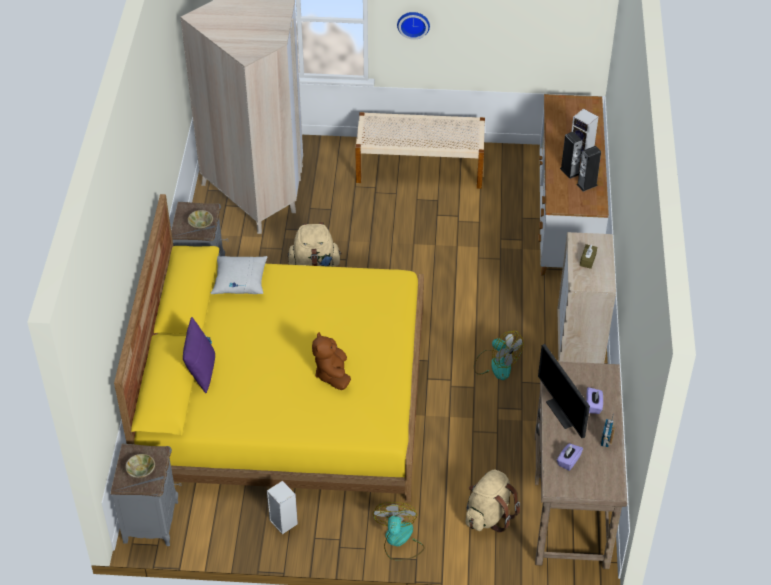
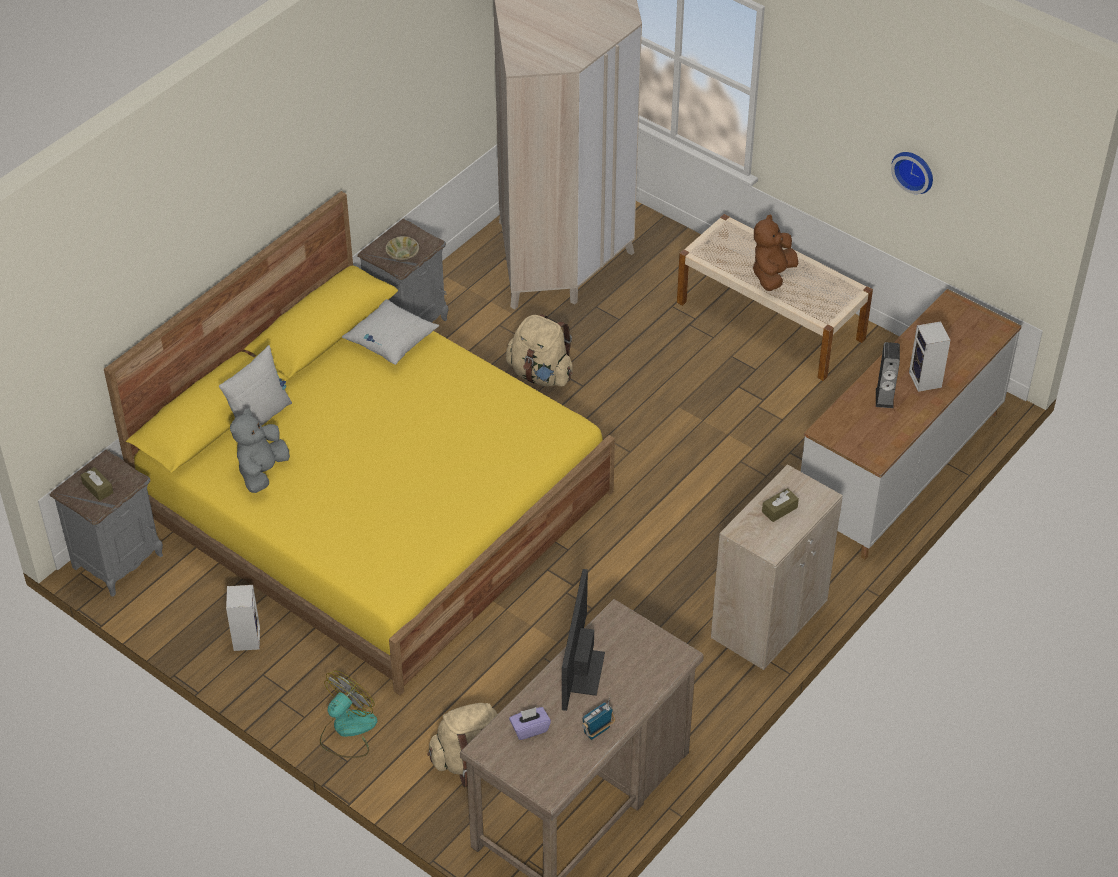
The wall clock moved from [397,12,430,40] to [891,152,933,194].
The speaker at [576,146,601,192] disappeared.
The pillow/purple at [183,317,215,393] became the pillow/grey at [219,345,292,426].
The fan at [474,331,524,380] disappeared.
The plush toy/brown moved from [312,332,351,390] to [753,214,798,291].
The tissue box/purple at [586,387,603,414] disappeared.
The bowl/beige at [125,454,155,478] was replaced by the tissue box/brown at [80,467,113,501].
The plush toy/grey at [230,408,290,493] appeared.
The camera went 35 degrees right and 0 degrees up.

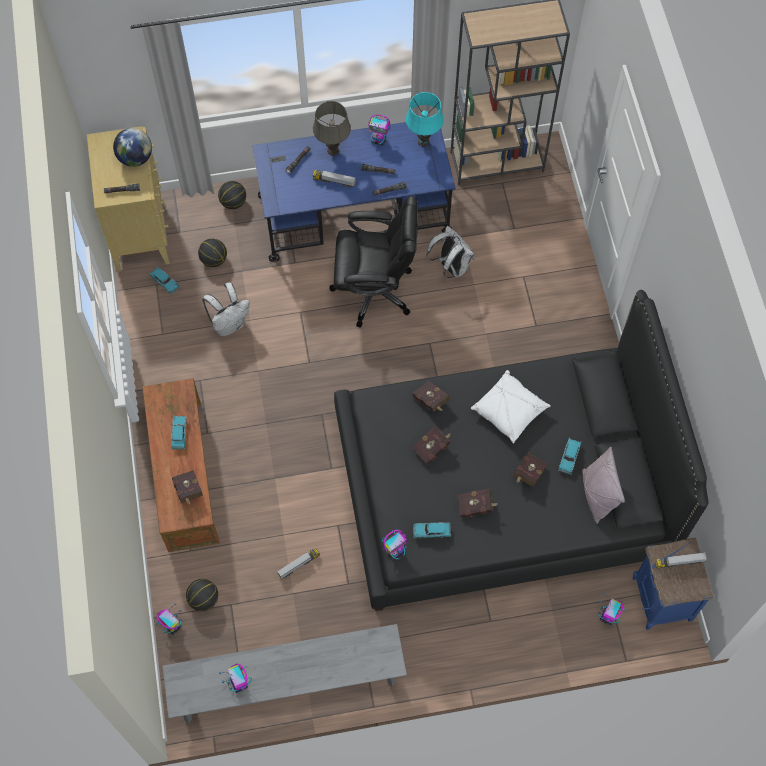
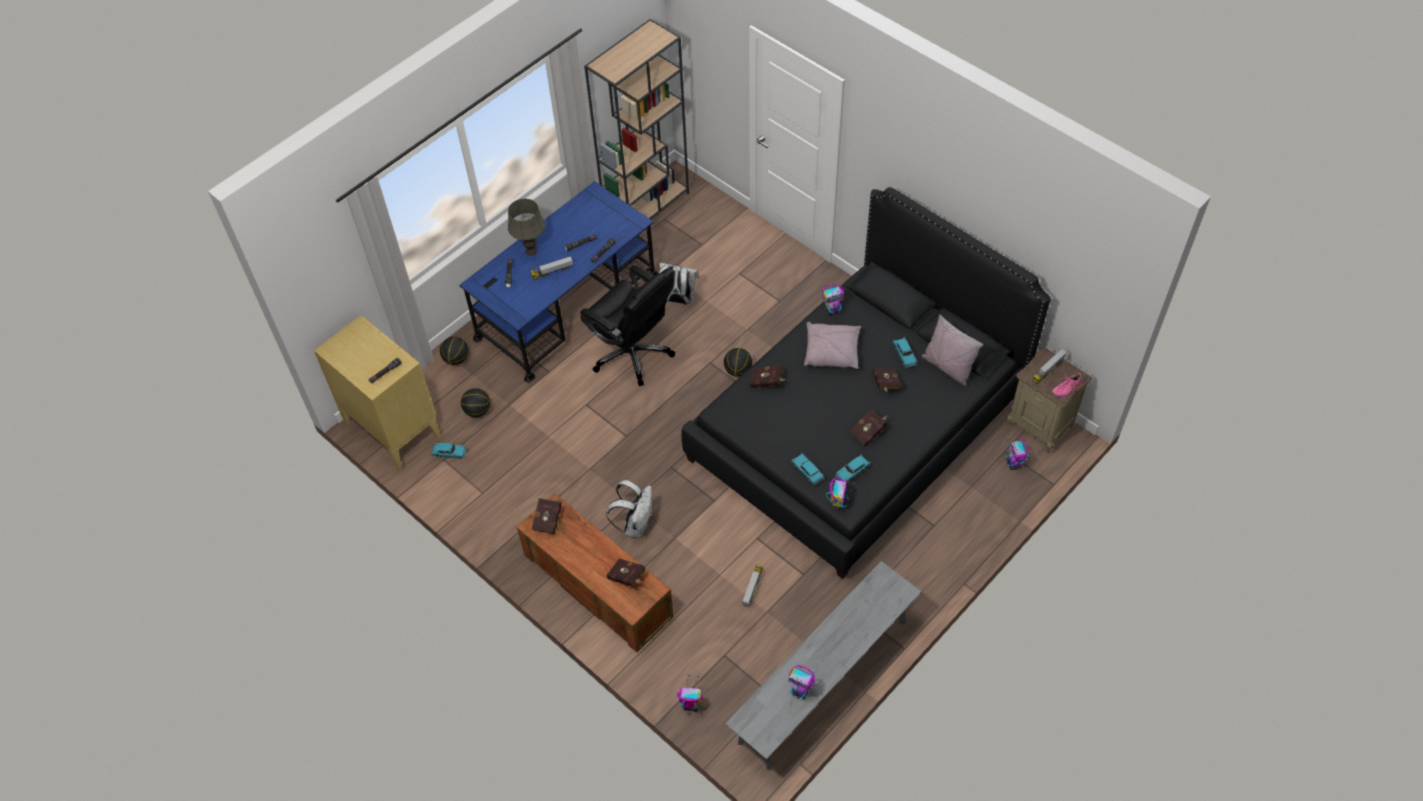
The table lamp/turquoise at [406,92,444,147] disappeared.
The toy robot moved from [368,115,391,146] to [822,283,844,315].
The globe at [113,128,152,167] disappeared.
The office chair/black at [329,196,418,327] turned 75 degrees clockwise.
The backpack/white moved from [202,282,250,336] to [606,480,652,538].
The pillow/white at [471,370,551,444] became the pillow/purple at [804,322,862,369].
The toy car/turquoise moved from [171,416,187,449] to [791,453,824,485].
The book/red moved from [412,426,451,464] to [532,496,561,534].
The nightstand/blue at [633,537,714,630] became the nightstand/beige at [1006,347,1093,454].
The basketball moved from [186,579,218,611] to [724,348,752,377].
The shoe/pink at [1051,373,1082,398] appeared.
The camera went 35 degrees left and 10 degrees down.

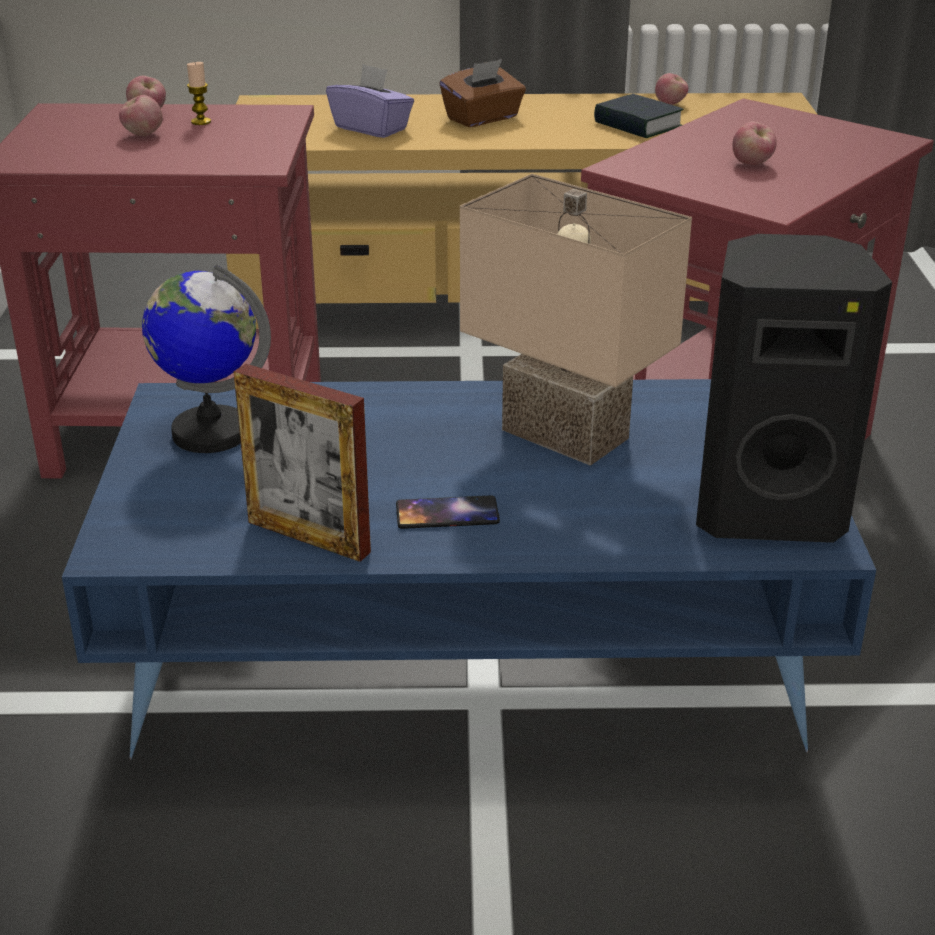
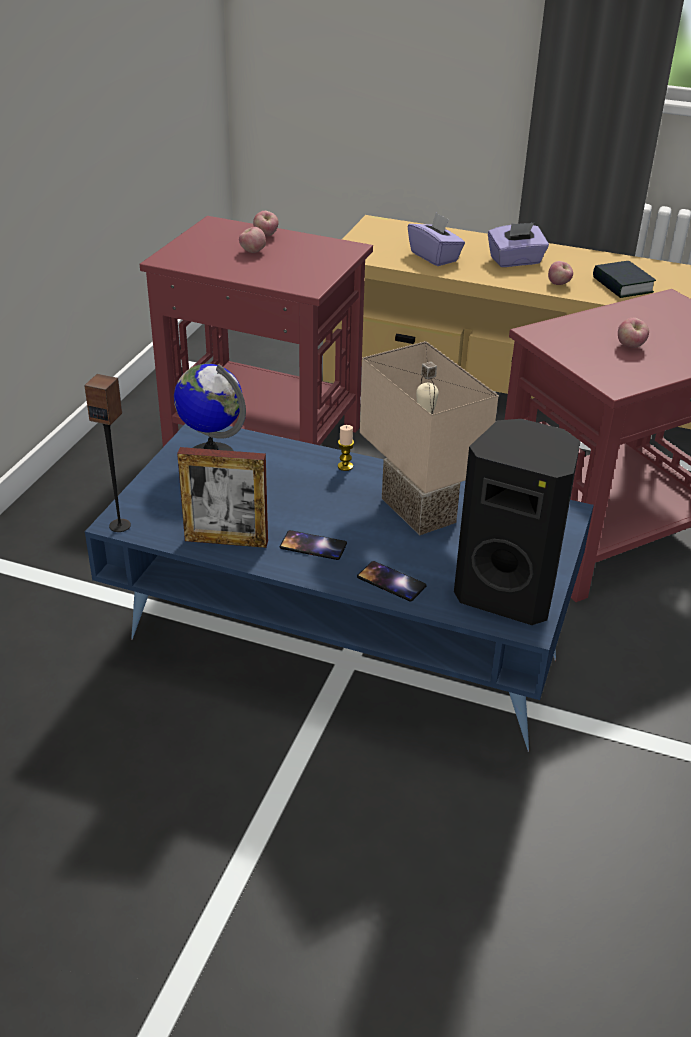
The tissue box/brown at [439,59,526,127] became the tissue box/purple at [488,223,549,267].
The candle moved from [187,62,211,125] to [338,425,354,471].
The apple moved from [655,73,688,105] to [548,261,573,285].
The picture frame at [233,364,371,562] turned 45 degrees counterclockwise.
The speaker at [84,374,131,532] appeared.
The phone at [357,561,427,601] appeared.
The camera went 20 degrees right and 5 degrees up.

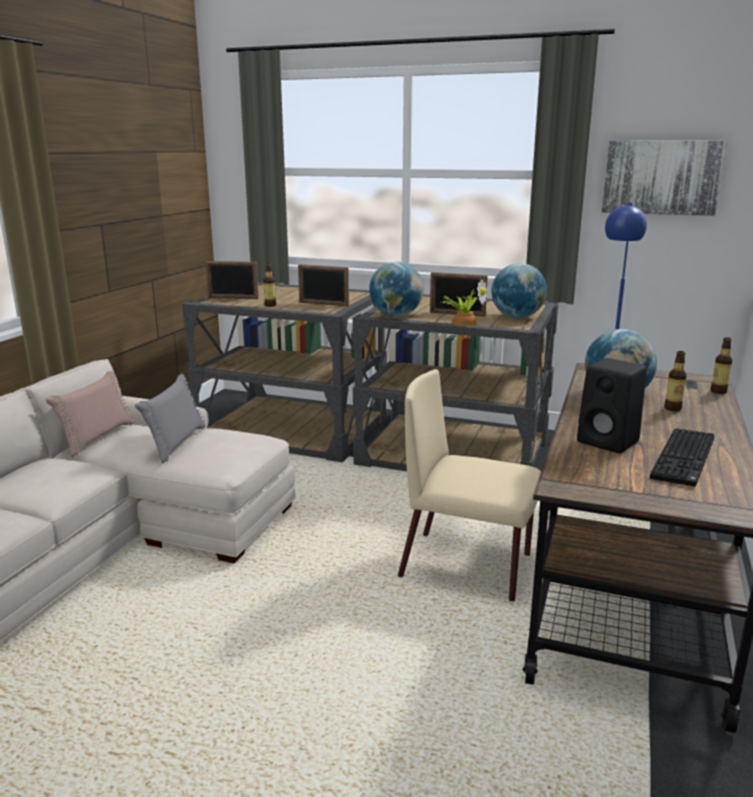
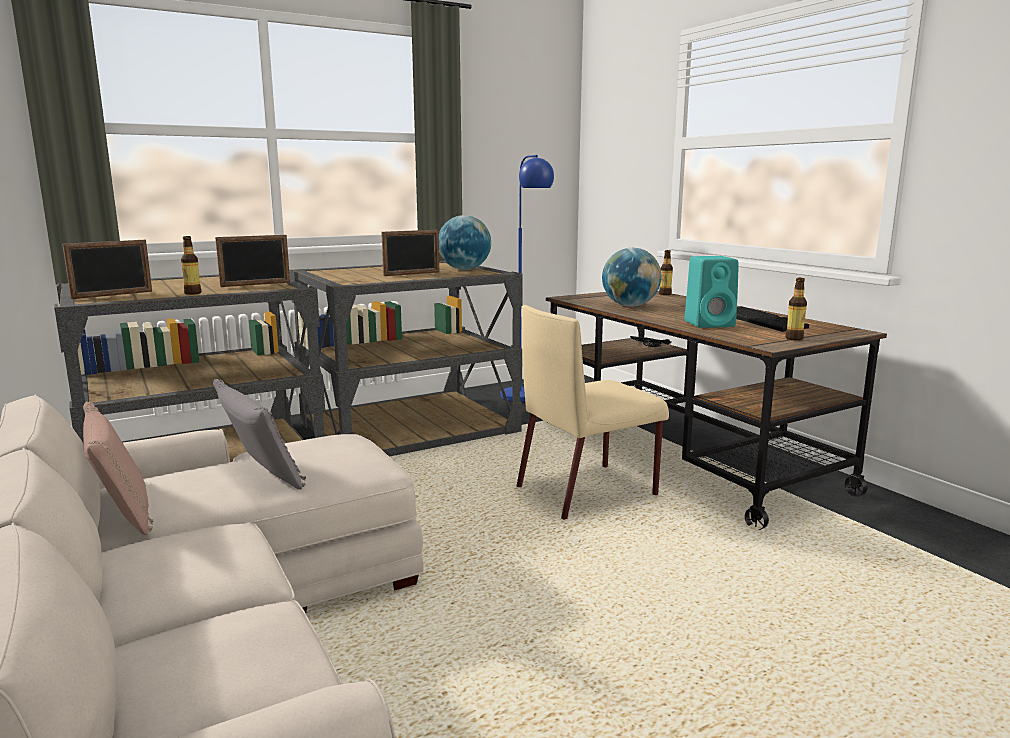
The picture at [602,141,727,216] disappeared.
The globe at [369,262,424,317] disappeared.
The potted plant at [440,279,487,326] disappeared.
The bottle moved from [664,351,687,411] to [785,278,807,341].
The speaker/black at [577,358,647,453] became the speaker/turquoise at [685,256,739,328].
The camera went 50 degrees left and 5 degrees down.

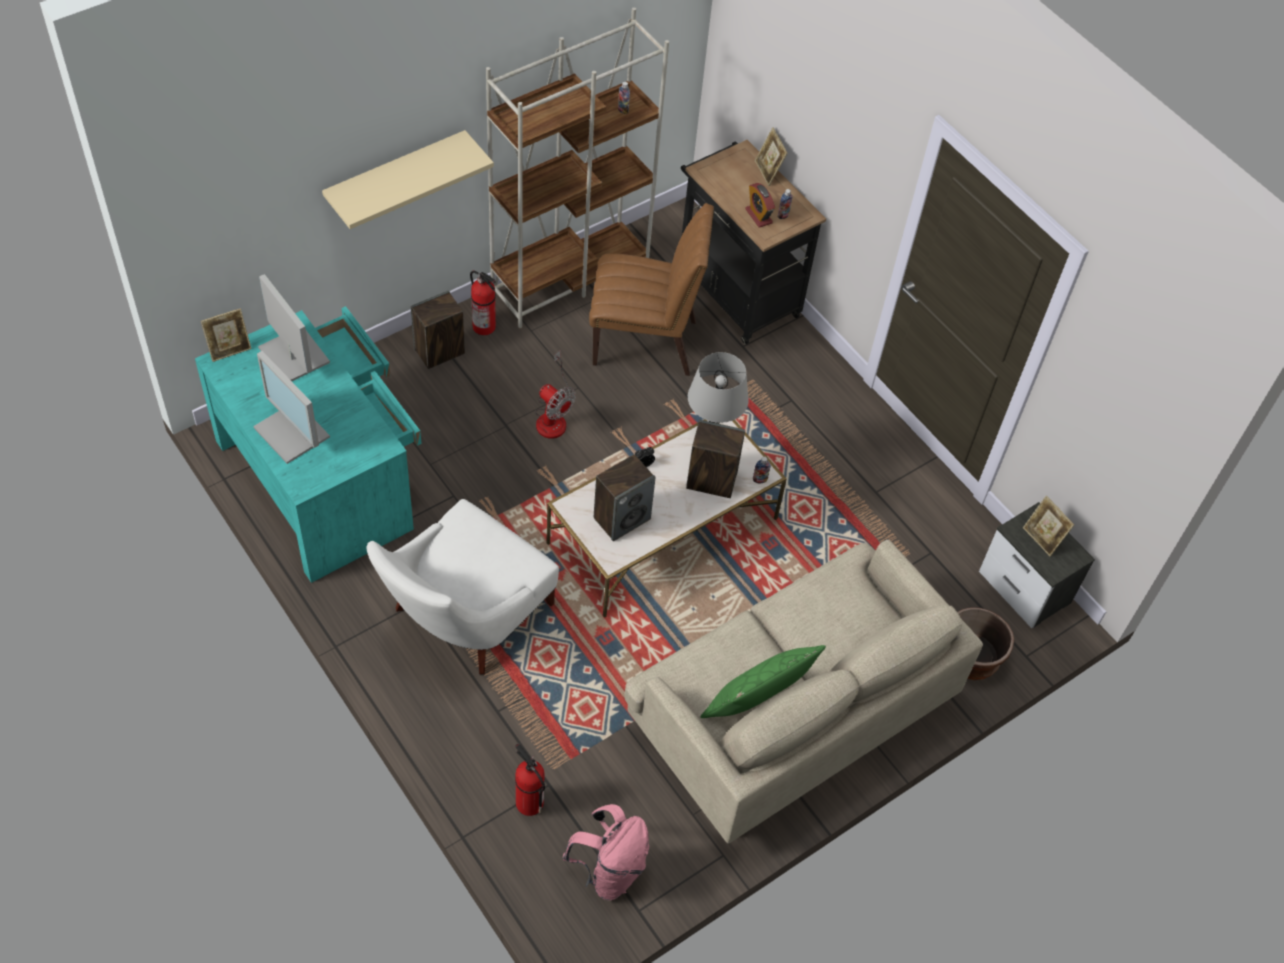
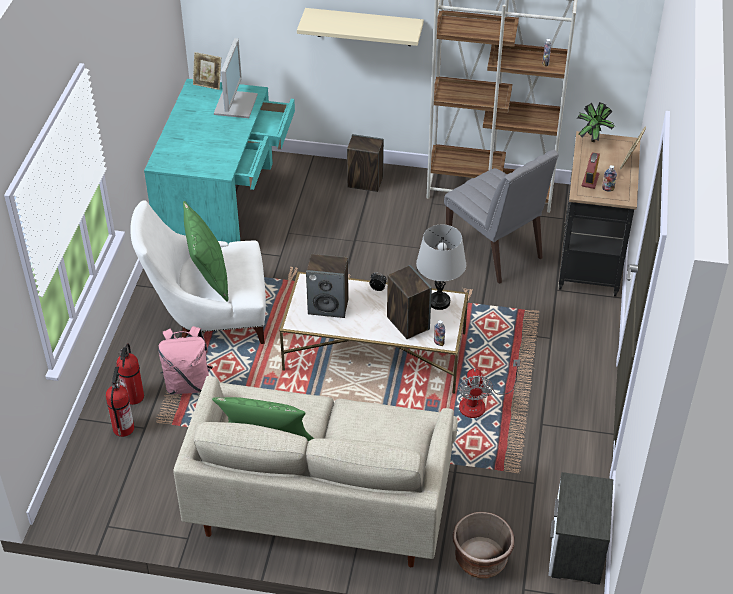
The chair/brown at [589,203,714,376] became the chair/grey at [444,149,559,284].
The fire extinguisher moved from [470,270,496,335] to [116,343,144,405].
The fan moved from [535,350,576,439] to [458,359,521,418].
The monitor at [253,351,330,464] disappeared.
The picture frame at [1023,496,1074,556] disappeared.
The backpack/pink moved from [563,804,649,900] to [158,326,213,394].
The potted plant at [577,102,615,142] appeared.
The pillow/green at [183,201,228,302] appeared.
The camera went 50 degrees right and 10 degrees down.

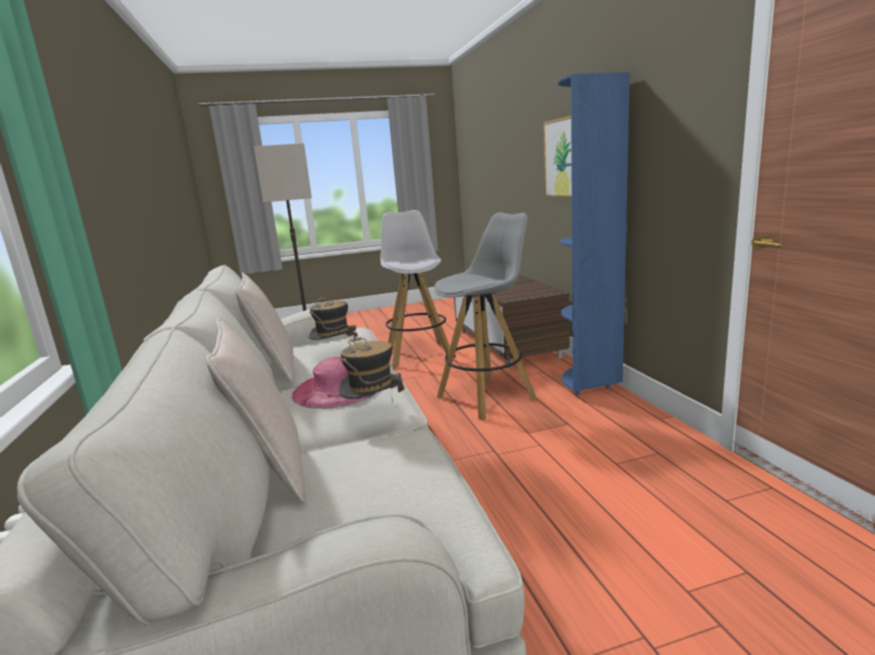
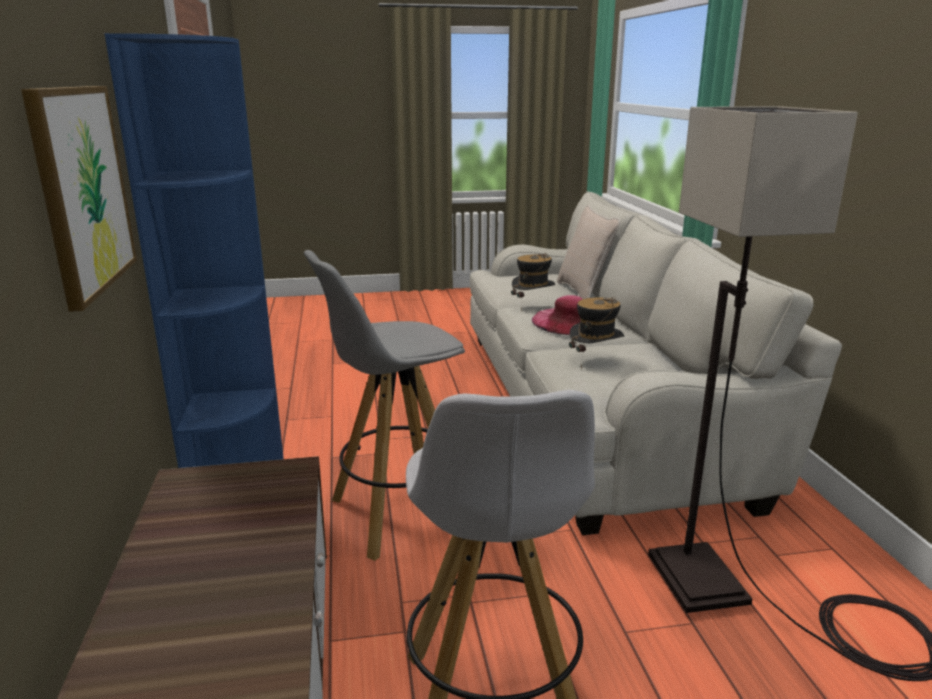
The pillow/beige at [235,273,295,383] disappeared.
The camera went 175 degrees left and 5 degrees up.

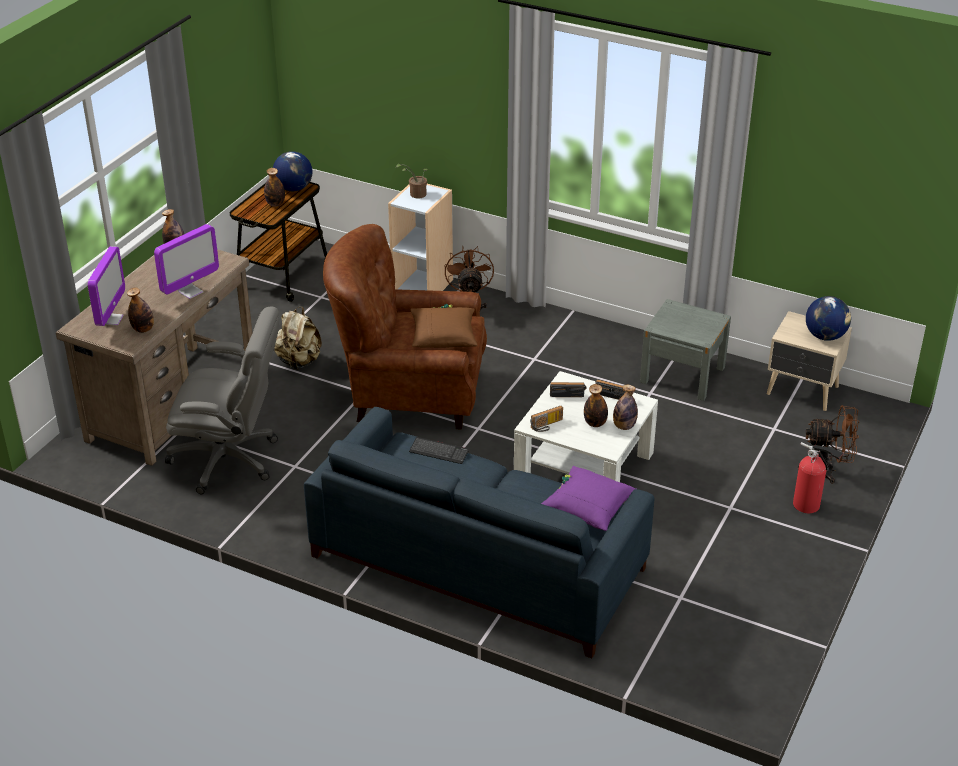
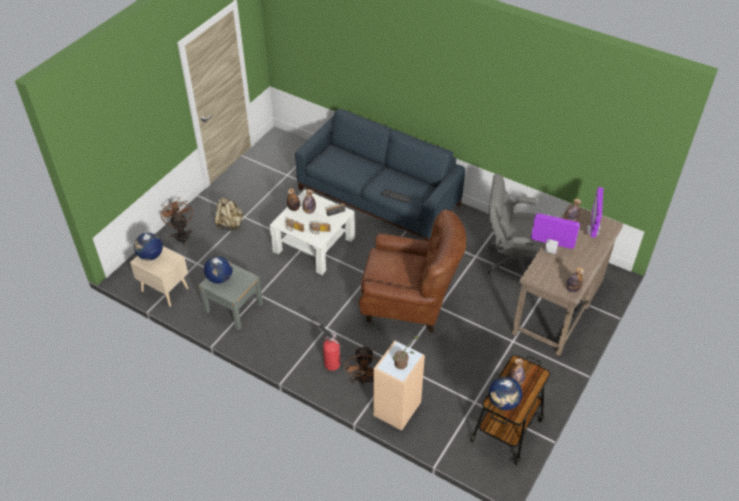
The monitor at [154,224,219,299] turned 60 degrees clockwise.
The pillow/brown at [411,304,478,348] disappeared.
The backpack/beige moved from [274,307,322,370] to [215,198,243,231].
The fan/brown at [798,405,859,484] turned 60 degrees clockwise.
The fire extinguisher moved from [793,442,844,513] to [317,324,340,371].
The pillow/purple at [541,466,636,531] disappeared.
The globe at [204,255,233,284] appeared.
The camera went 175 degrees left and 10 degrees up.

